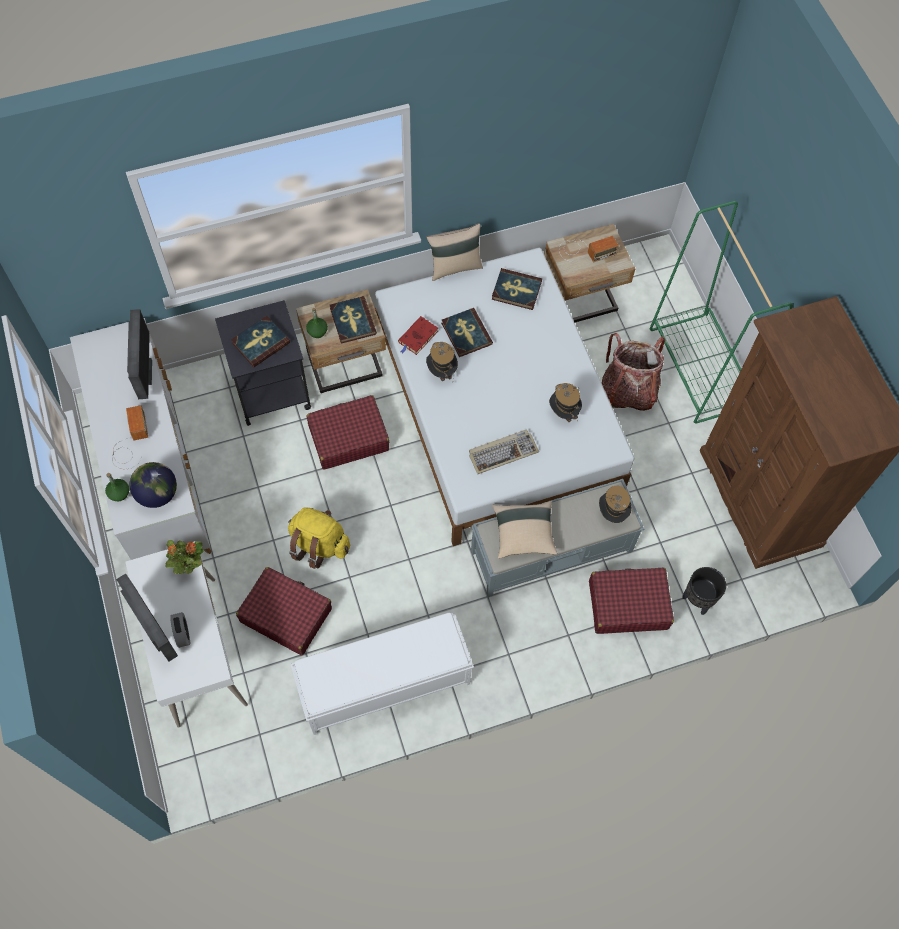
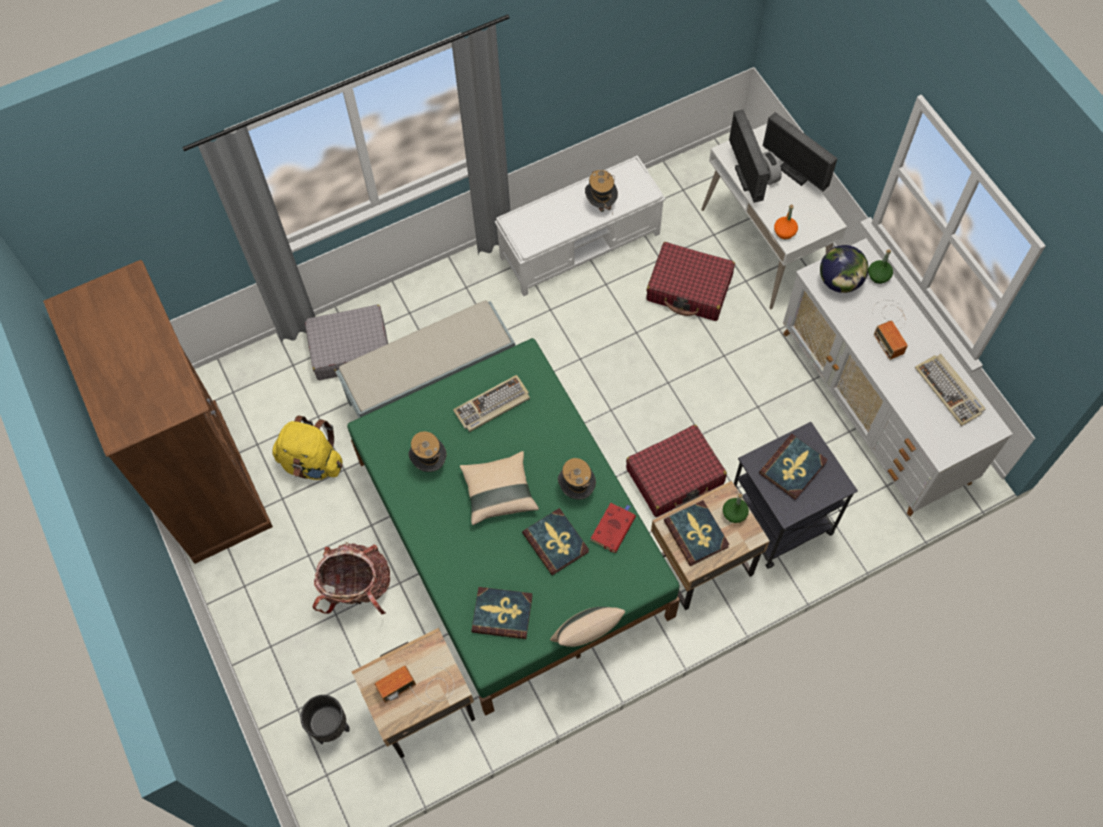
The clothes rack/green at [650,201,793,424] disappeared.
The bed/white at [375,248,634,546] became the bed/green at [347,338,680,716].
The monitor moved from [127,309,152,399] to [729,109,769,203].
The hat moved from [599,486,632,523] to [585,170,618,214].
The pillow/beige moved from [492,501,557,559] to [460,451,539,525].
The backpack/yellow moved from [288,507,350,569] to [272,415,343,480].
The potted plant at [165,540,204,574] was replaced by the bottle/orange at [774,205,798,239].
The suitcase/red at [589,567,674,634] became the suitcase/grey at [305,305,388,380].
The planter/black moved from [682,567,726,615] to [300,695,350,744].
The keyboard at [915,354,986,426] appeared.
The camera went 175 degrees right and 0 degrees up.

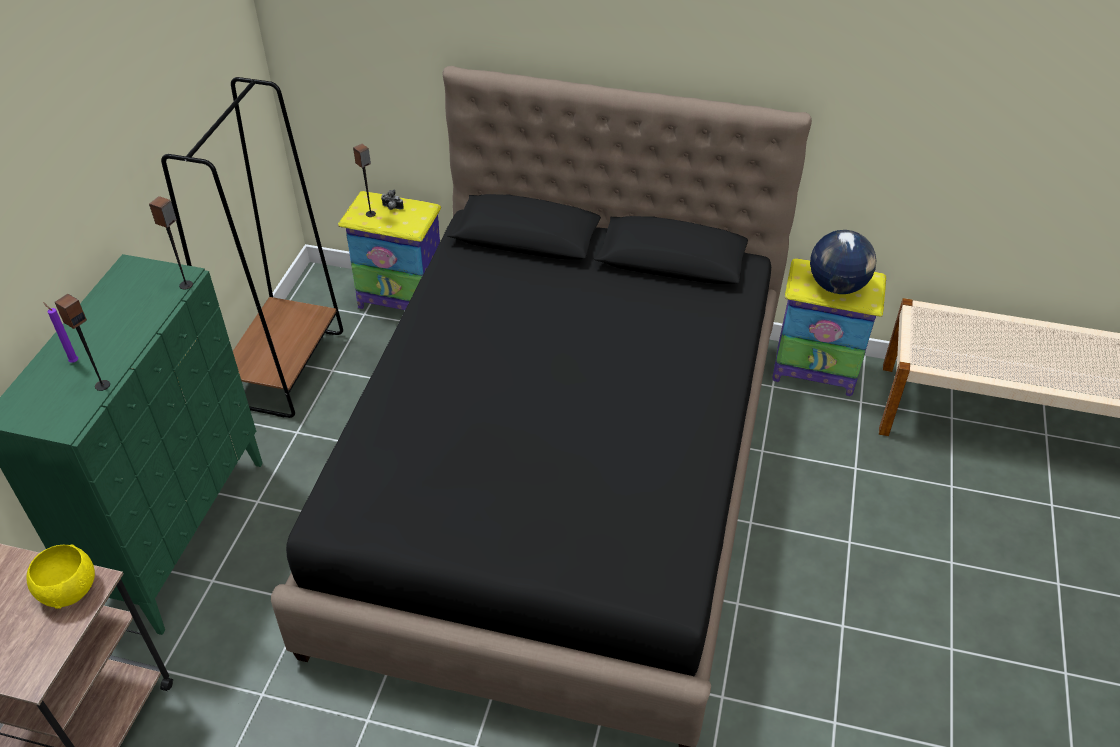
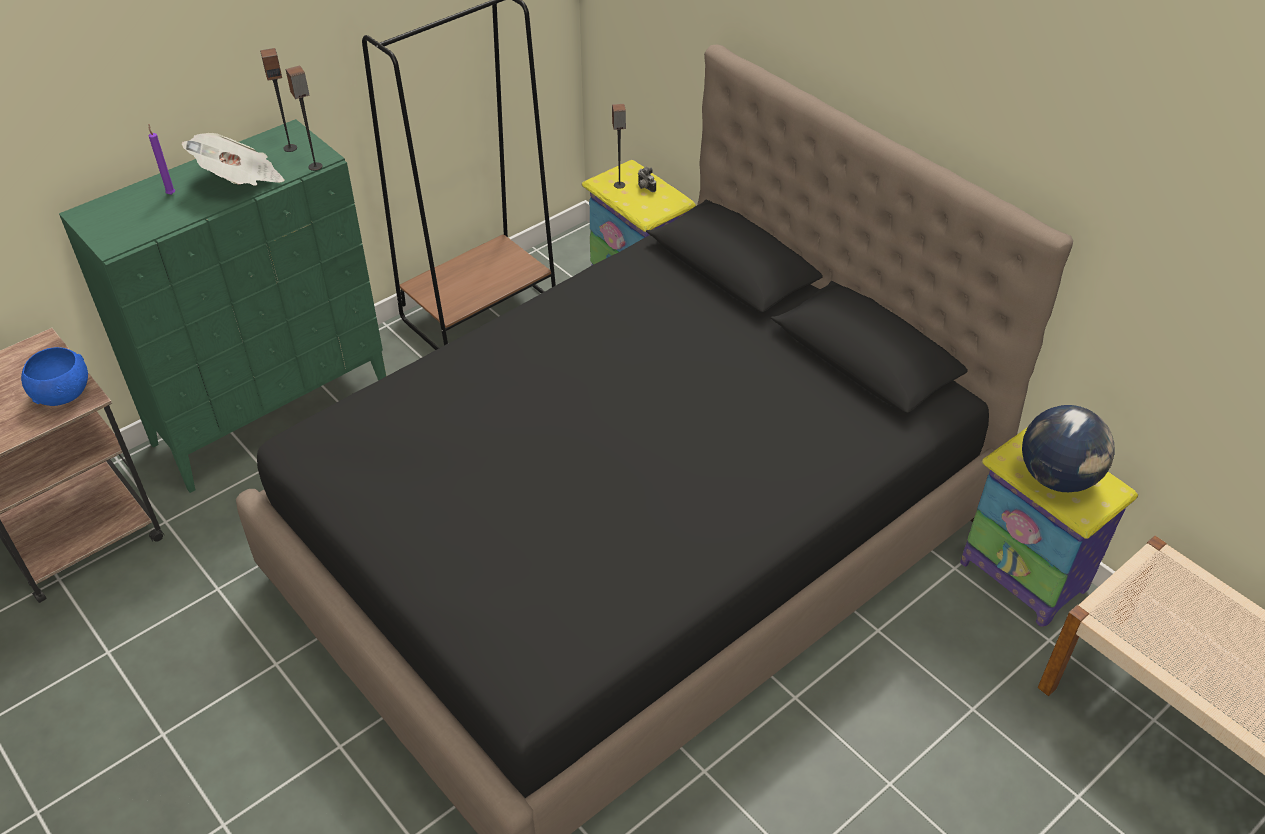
The speaker moved from [55,294,110,391] to [260,48,297,152].
The bowl/yellow at [27,545,95,609] became the bowl/blue at [21,347,88,406].
The newspaper at [182,133,285,186] appeared.
The camera went 35 degrees right and 0 degrees up.

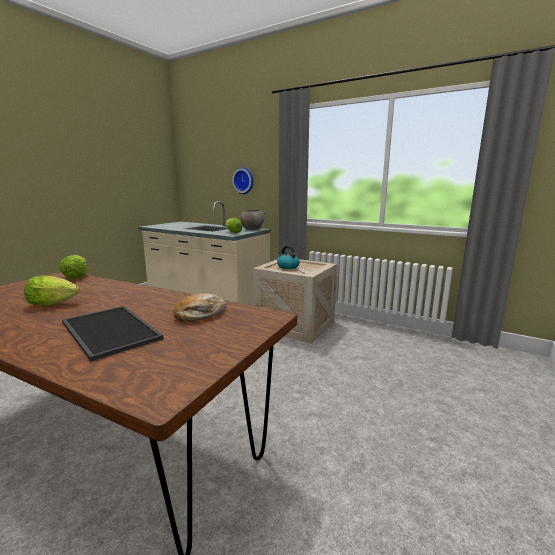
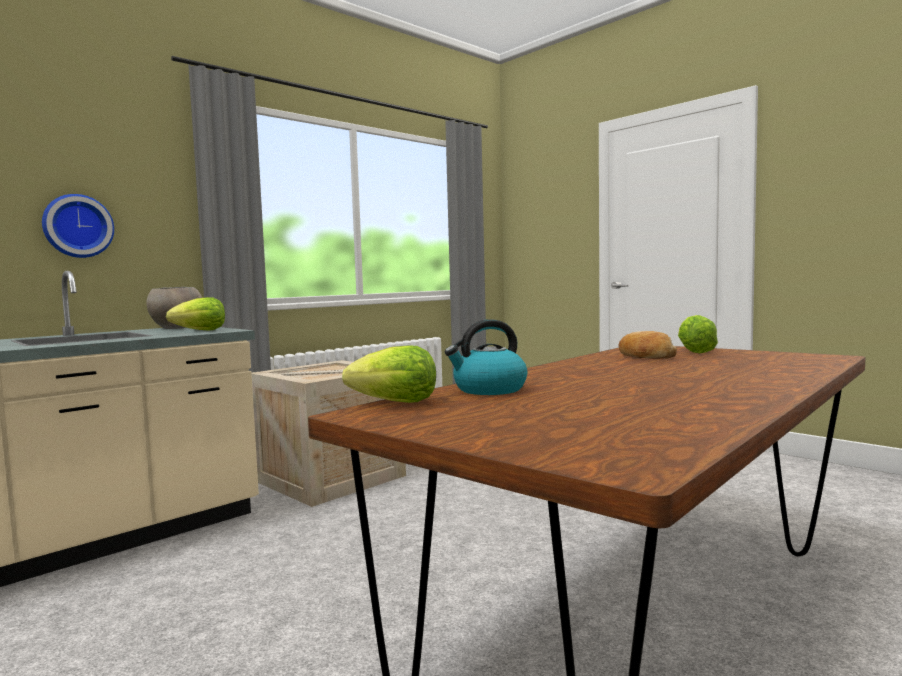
The kettle moved from [277,246,300,269] to [445,319,527,395].
The lettuce moved from [24,275,80,305] to [678,315,718,353].
The tray at [62,306,164,361] disappeared.
The camera went 75 degrees left and 10 degrees down.

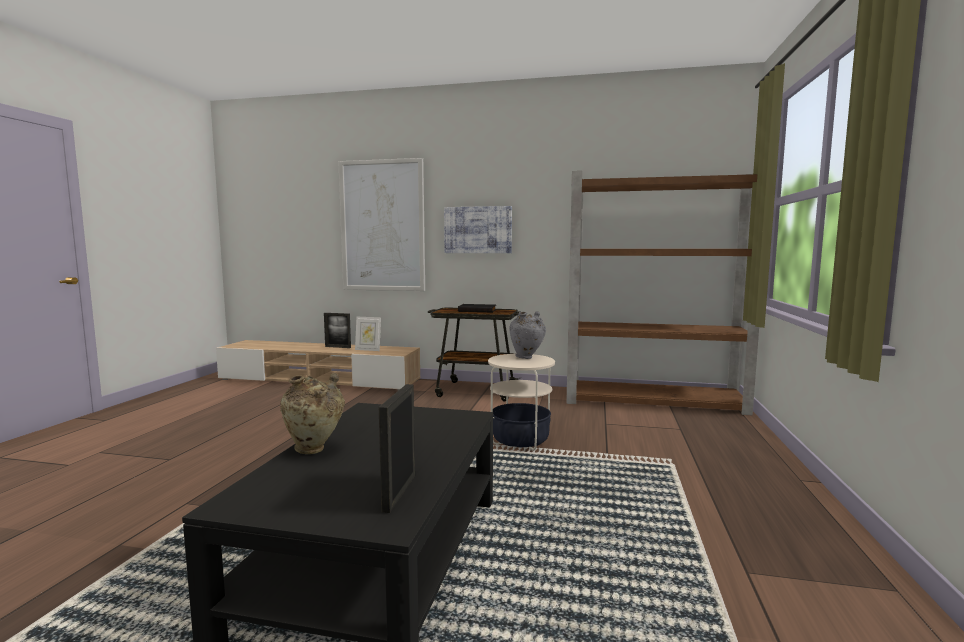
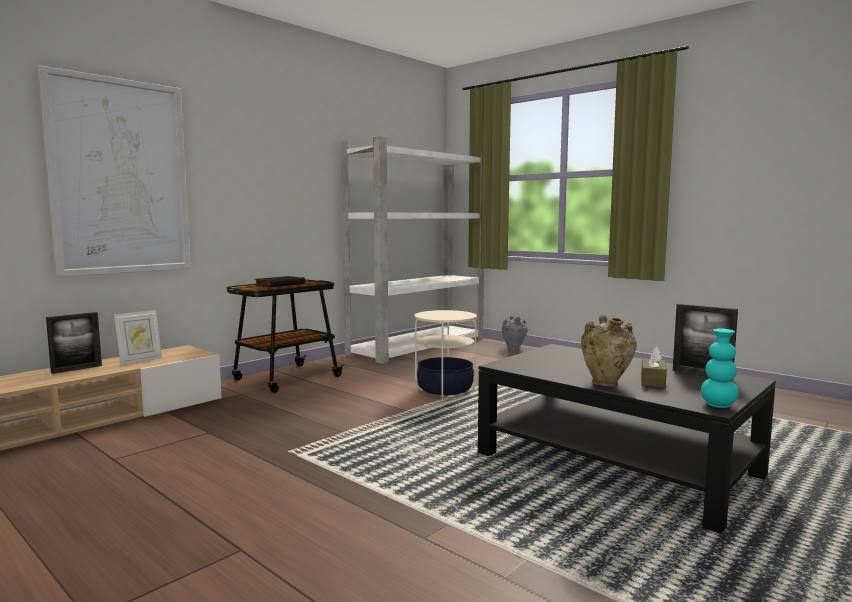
The bookcase/brown at [566,171,759,416] became the bookcase/white at [341,137,484,364].
The picture at [444,206,512,253] disappeared.
The vase/grey moved from [509,311,546,359] to [502,316,528,350].
The vase/turquoise at [701,328,739,408] appeared.
The tissue box/brown at [641,347,667,388] appeared.
The camera went 60 degrees left and 0 degrees up.

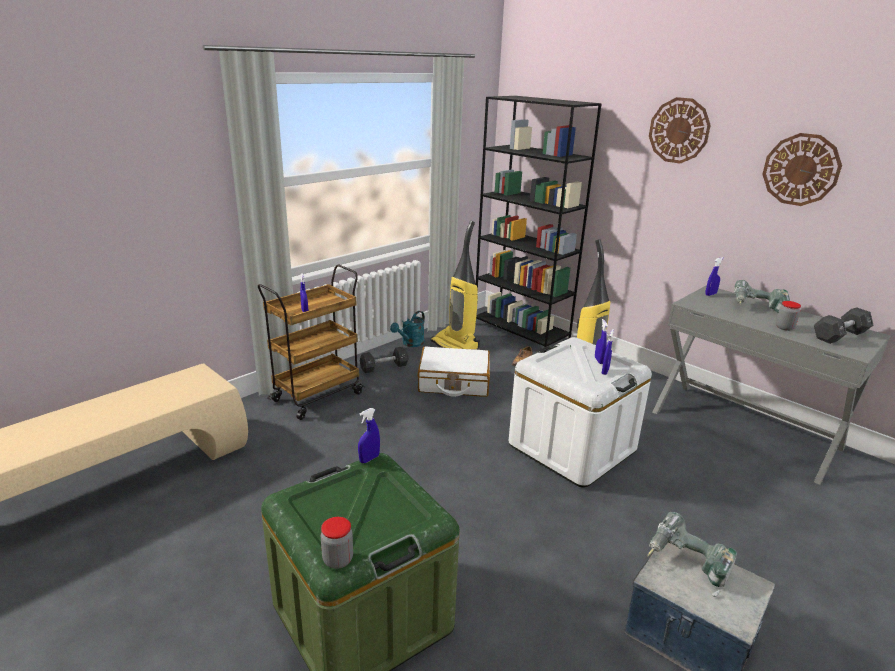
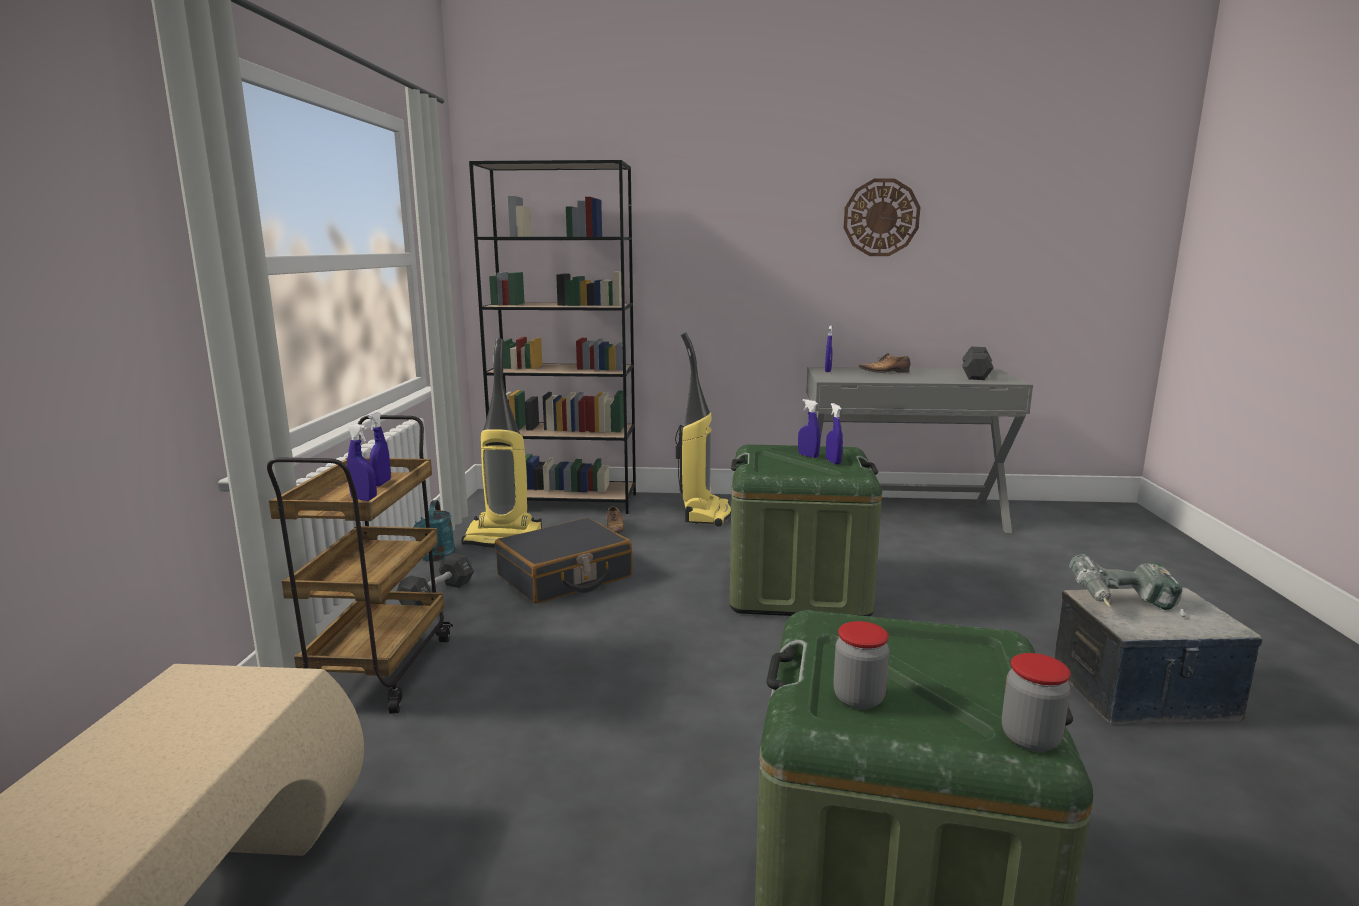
The bookcase/black at [476,96,602,352] became the bookcase/beige at [469,160,636,514].
The wall clock at [649,97,711,164] disappeared.
The power drill at [734,280,790,312] was replaced by the shoe at [859,353,910,373].
The jar moved from [776,301,801,331] to [833,621,889,710].
The storage box/white at [508,337,652,487] became the storage box/green at [729,444,882,616].
The suitcase/white at [418,346,490,397] became the suitcase/black at [495,518,633,604].
The spray bottle/blue moved from [358,408,380,463] to [368,412,391,486].
The camera went 40 degrees left and 10 degrees down.

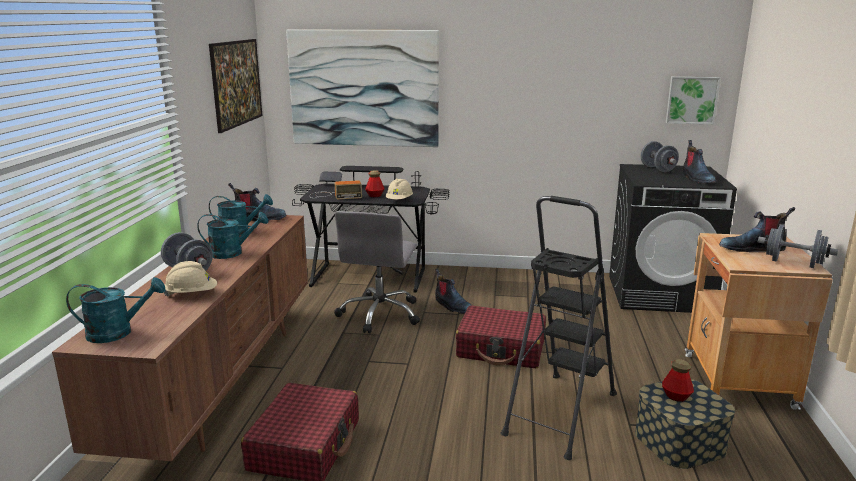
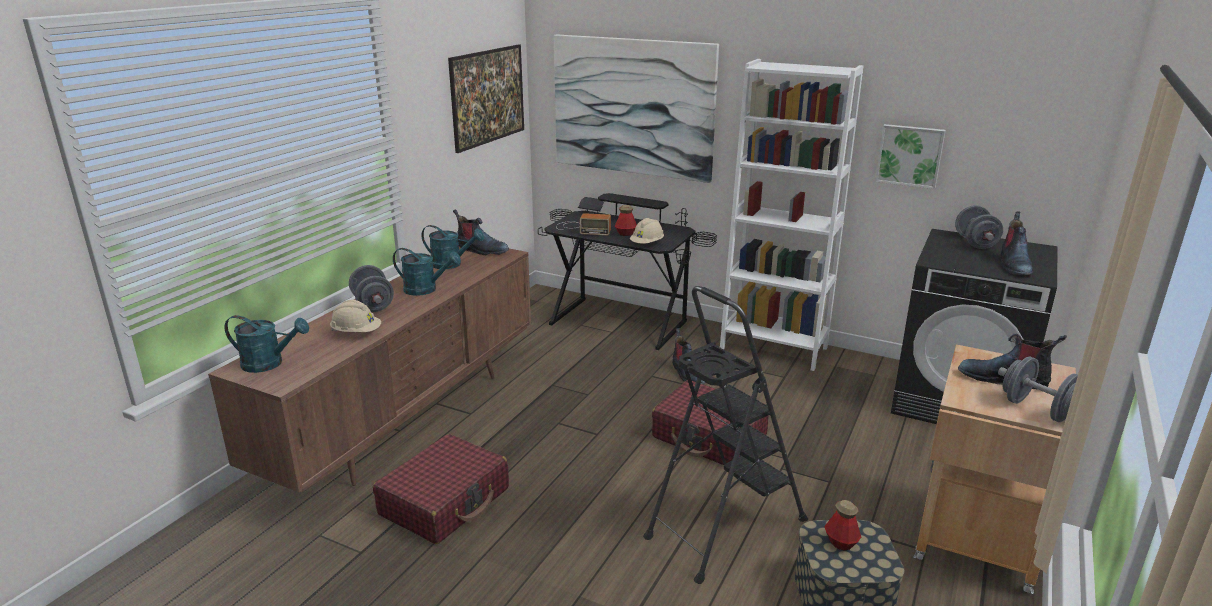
The picture moved from [666,77,720,124] to [875,124,946,189].
The office chair/grey at [334,211,420,333] disappeared.
The bookcase/white at [720,59,864,371] appeared.
The camera went 20 degrees right and 5 degrees up.

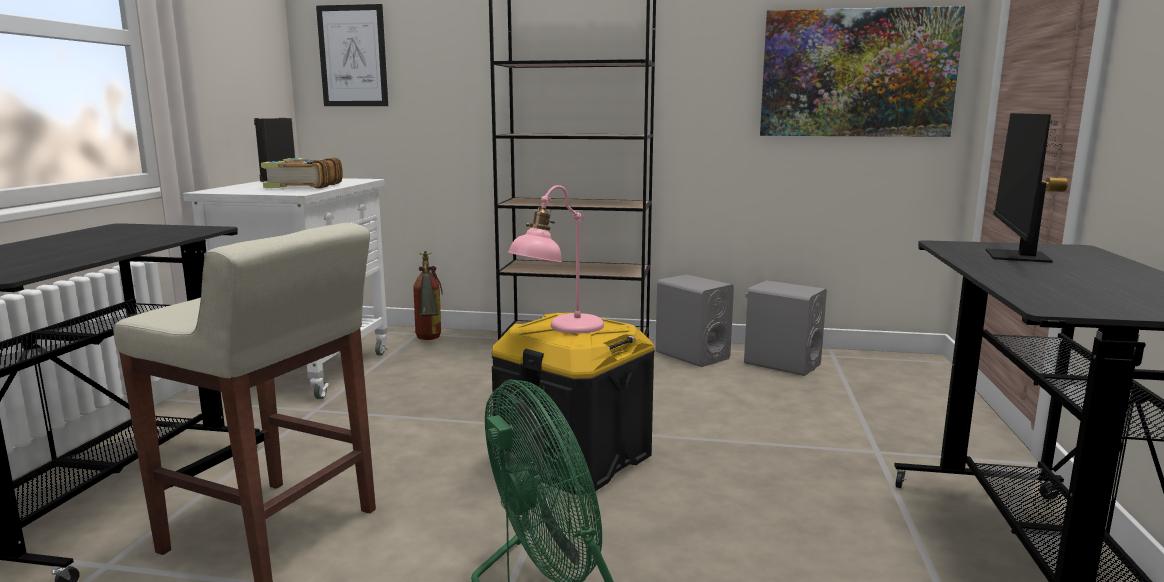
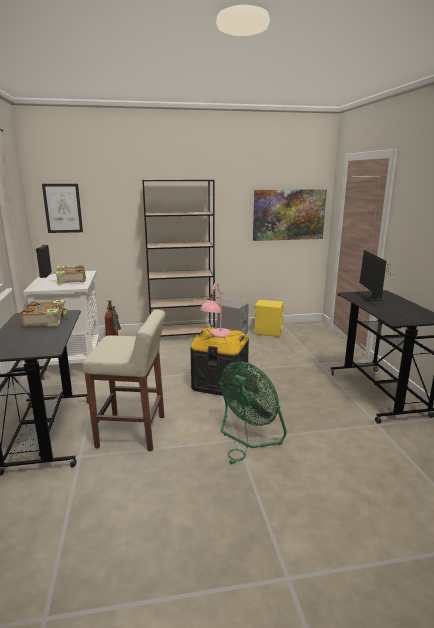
The speaker/grey at [744,280,827,376] became the speaker/yellow at [254,300,284,337].
The book at [20,300,70,327] appeared.
The camera went 20 degrees left and 5 degrees up.

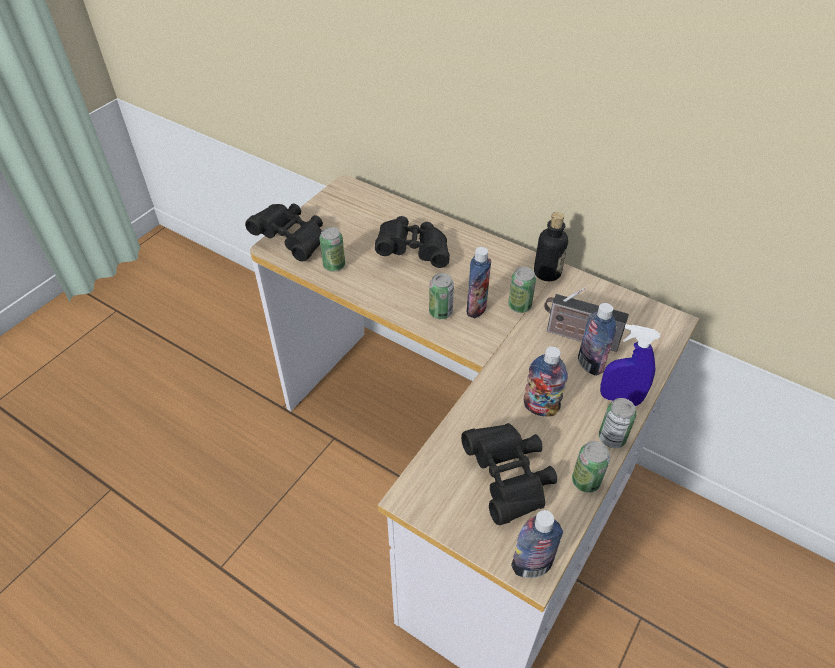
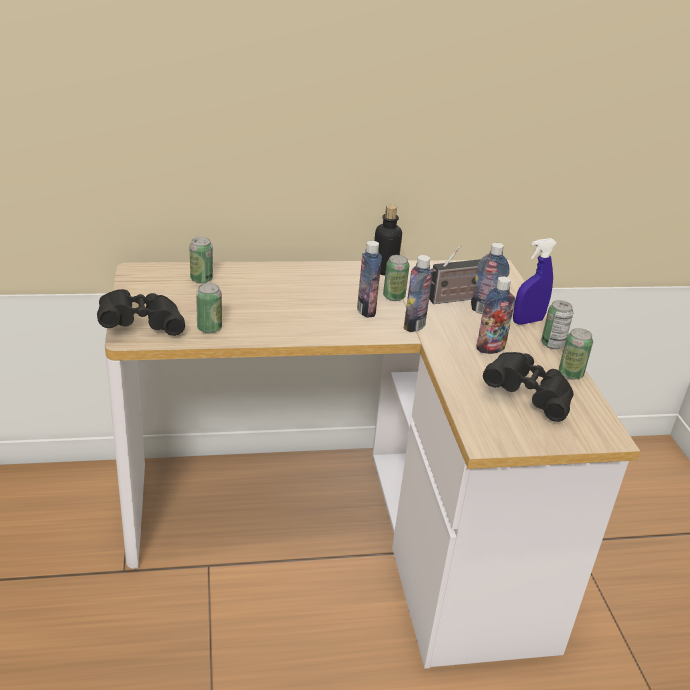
The binoculars/black at [375,216,450,268] disappeared.
The can moved from [429,273,454,319] to [189,237,213,284].
The bottle moved from [511,510,563,578] to [404,255,433,332].
The camera went 45 degrees left and 15 degrees down.

